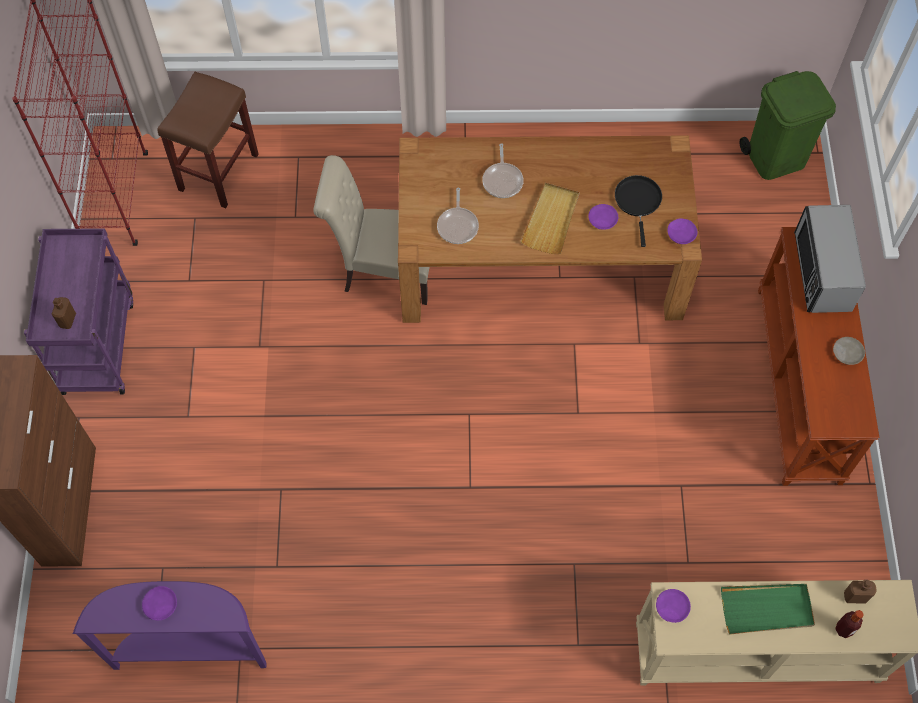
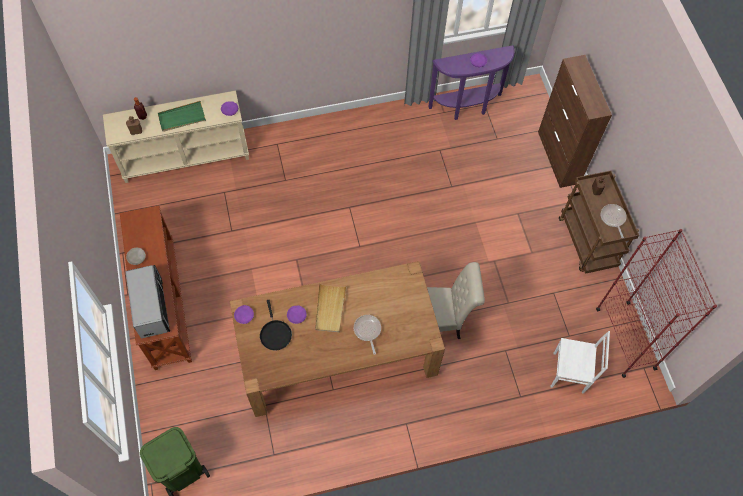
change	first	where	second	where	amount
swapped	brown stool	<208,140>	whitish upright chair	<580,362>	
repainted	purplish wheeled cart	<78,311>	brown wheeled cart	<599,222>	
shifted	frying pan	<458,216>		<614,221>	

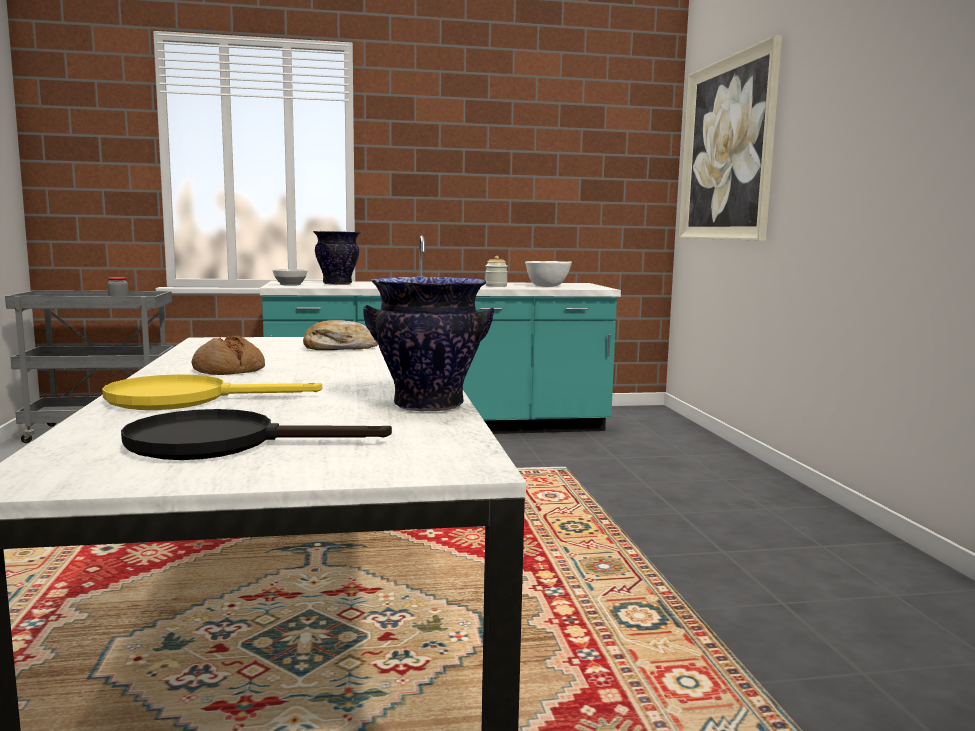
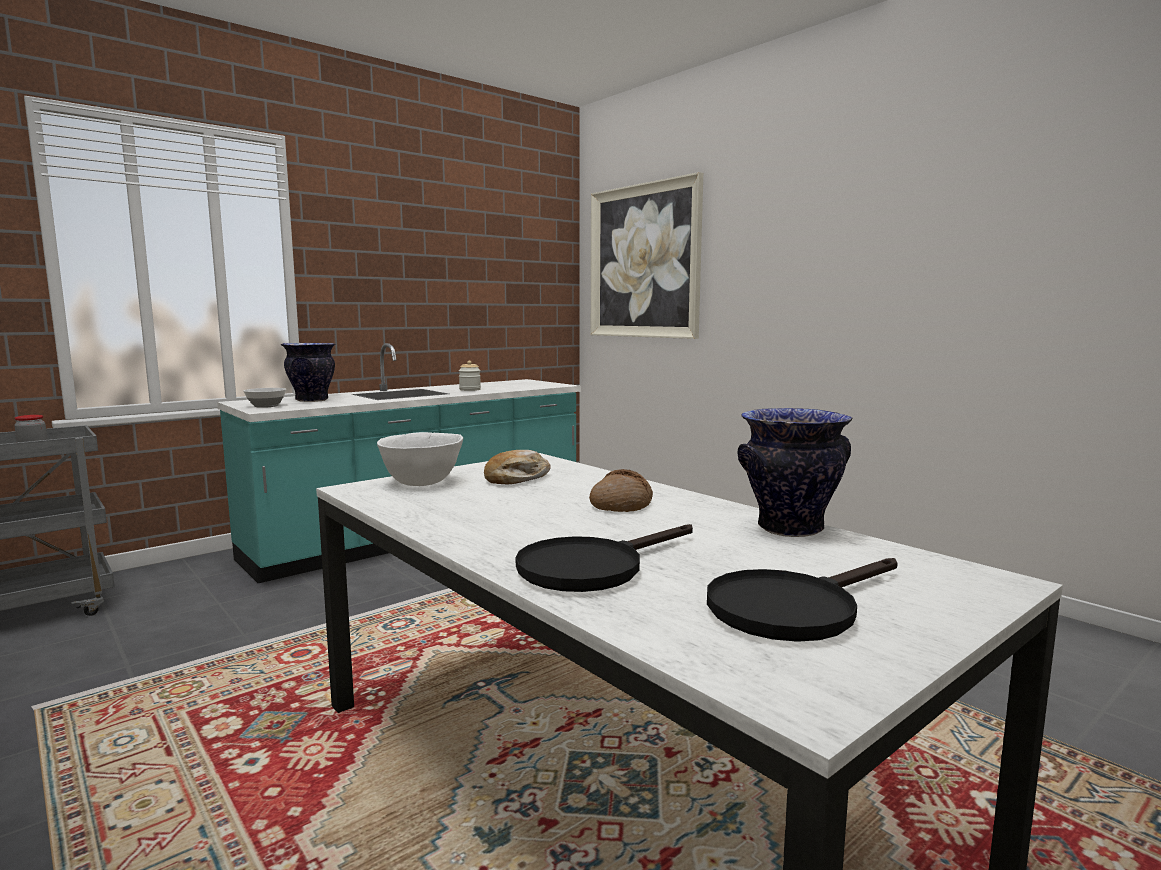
change	first	where	second	where	amount
shifted	whitish deep dish	<548,274>		<420,459>	
repainted	yellow-coloured frying pan	<212,392>	black frying pan	<604,558>	
shifted	bakery bread	<228,355>		<621,490>	

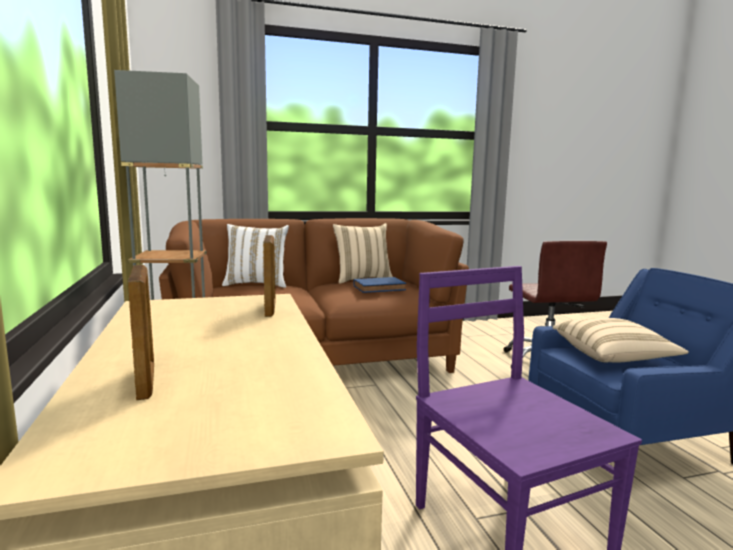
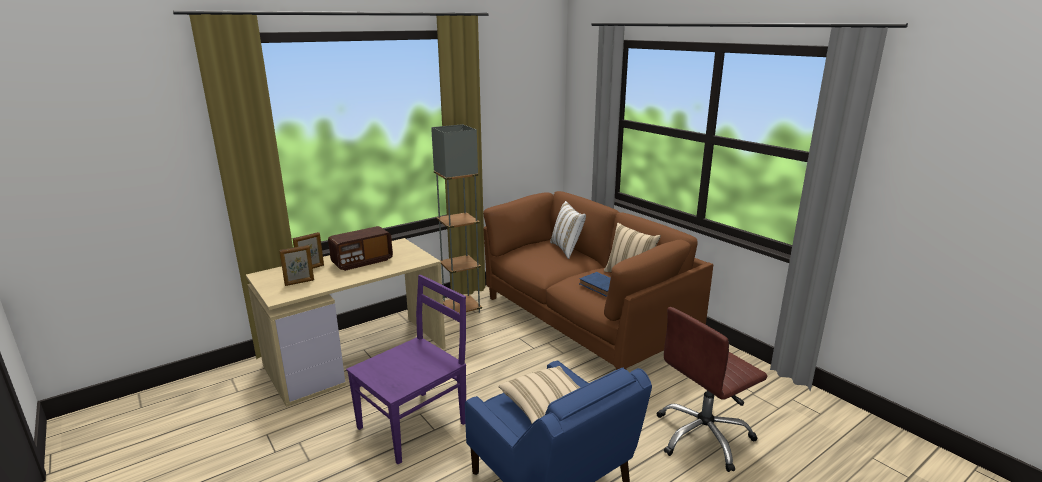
change	first	where	second	where	amount
shifted	photo frame	<269,276>		<296,265>	
new			radio	<360,248>	

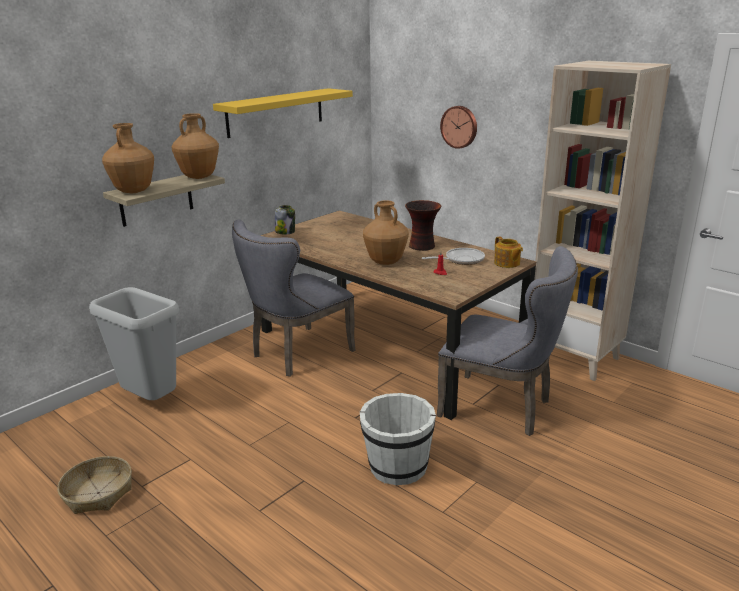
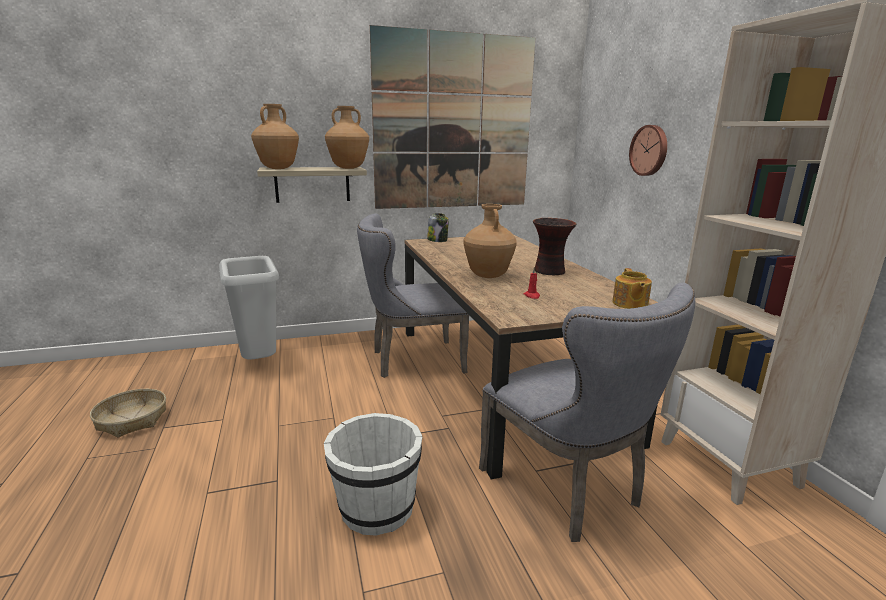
change	first	where	second	where	amount
swapped	yellow-coloured shelf	<283,113>	picture	<452,117>	
gone	frying pan	<453,256>			

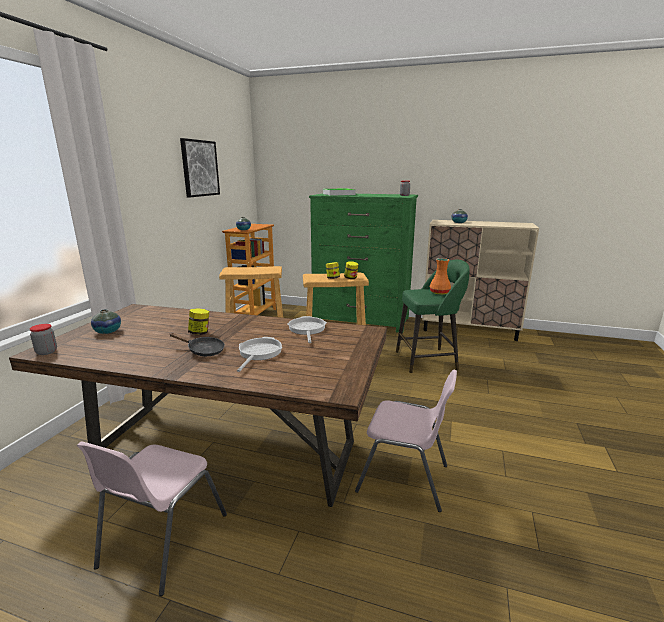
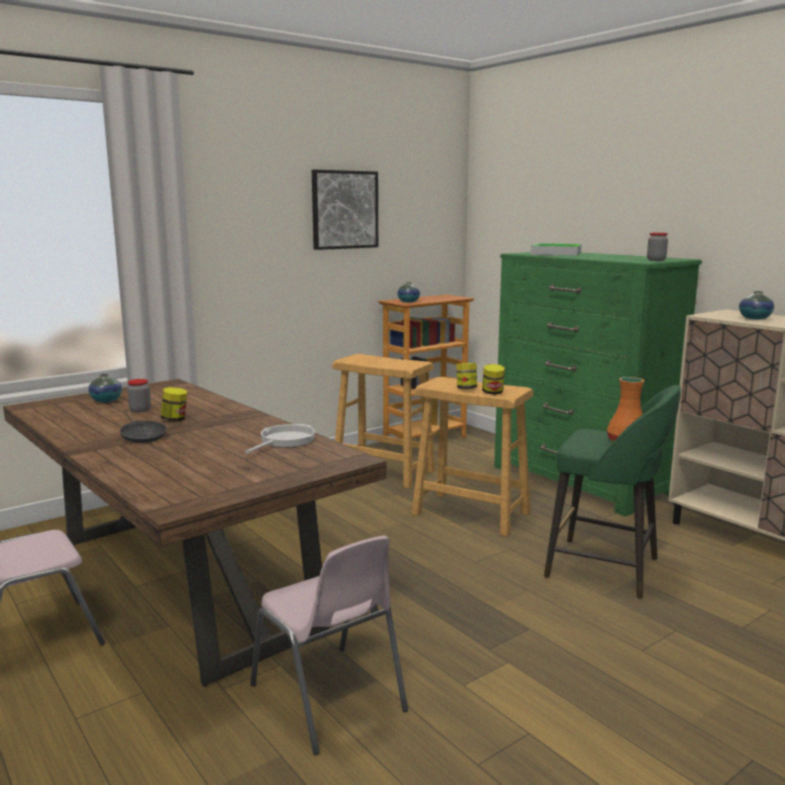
change	first	where	second	where	amount
shifted	storage jar	<43,339>		<139,396>	
gone	frying pan	<259,354>			

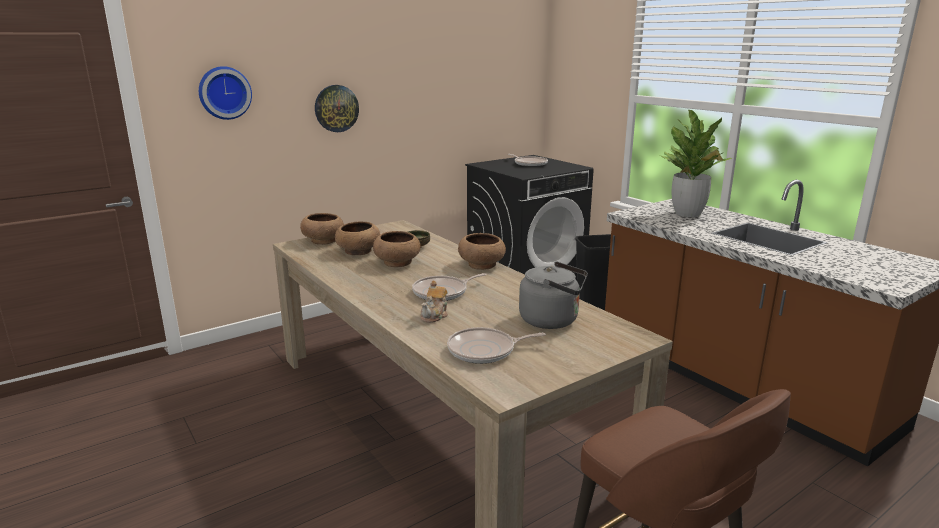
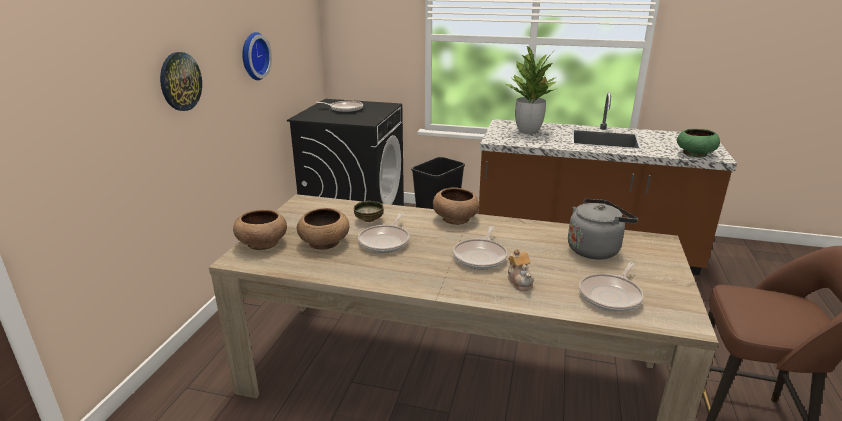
change	first	where	second	where	amount
shifted	wall clock	<225,93>		<257,56>	
swapped	brown deep dish	<397,249>	frying pan	<384,233>	
new			greenish deep dish	<698,143>	

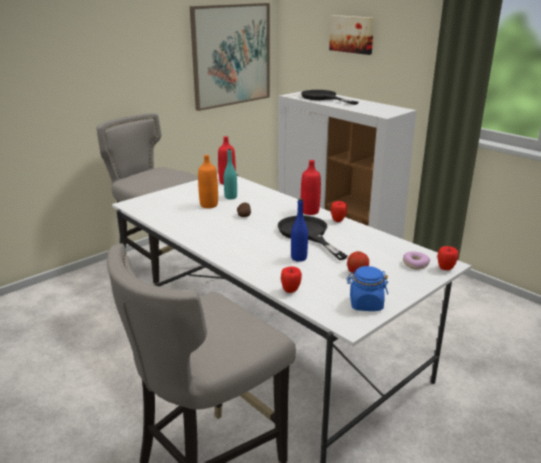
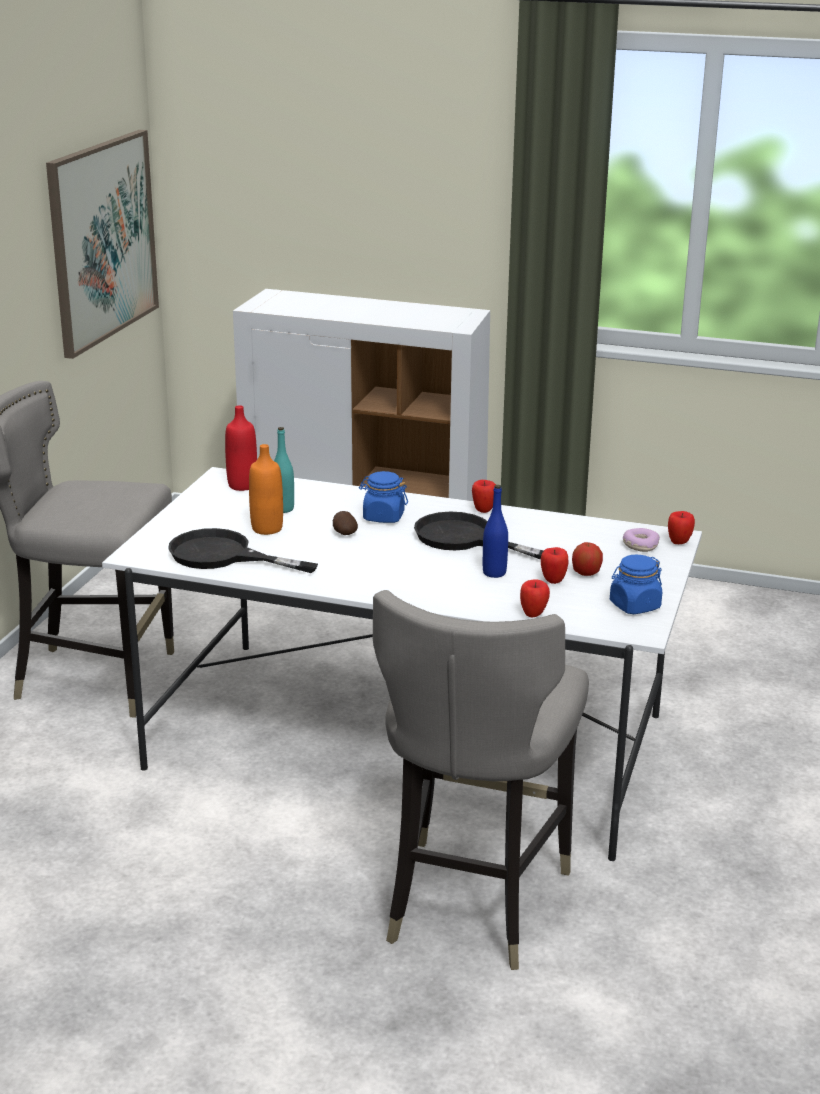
change	first	where	second	where	amount
shifted	black frying pan	<329,97>		<243,550>	
new			blue-coloured storage jar	<383,497>	
new			apple fruit	<554,565>	
gone	red beverage bottle	<311,187>			
gone	picture	<352,35>			

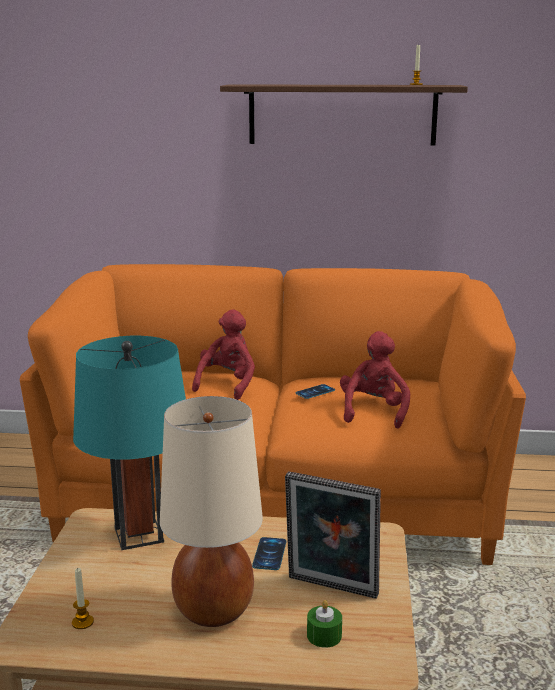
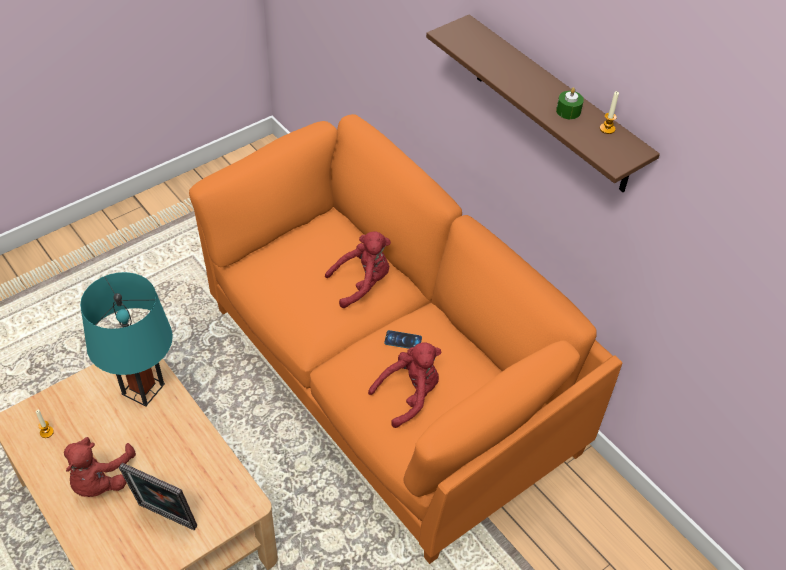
change	first	where	second	where	amount
swapped	beige lamp for a table	<211,511>	red soft toy	<100,467>	
rotated	photo frame	<333,535>		<158,496>	45 degrees counterclockwise
shifted	greenish wax light	<324,624>		<570,103>	
gone	phone	<269,553>			

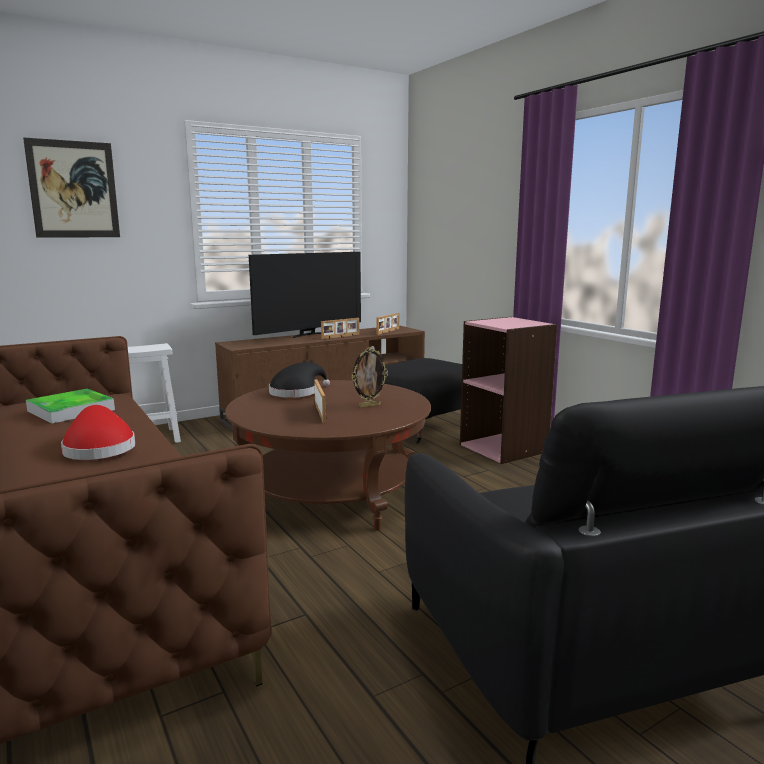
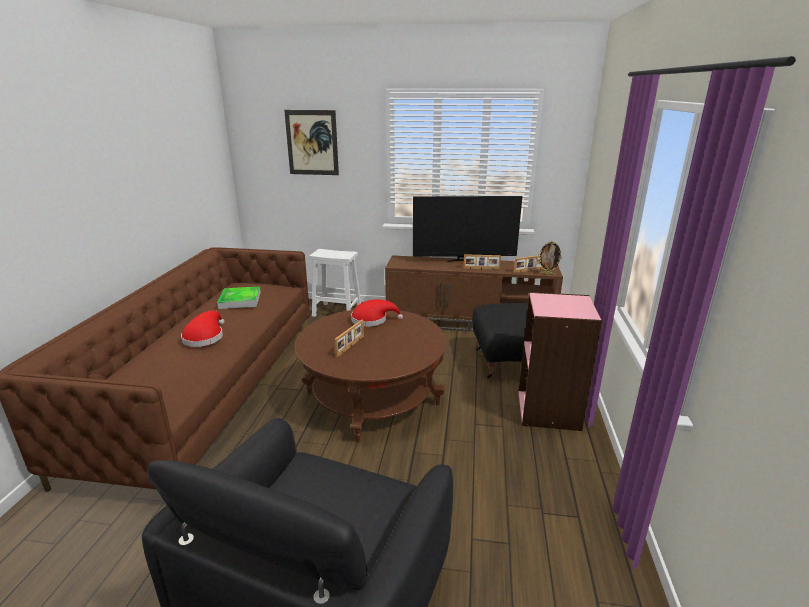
change	first	where	second	where	amount
repainted	black wearable hat	<299,380>	red wearable hat	<377,313>	
shifted	photo frame	<369,377>		<550,258>	

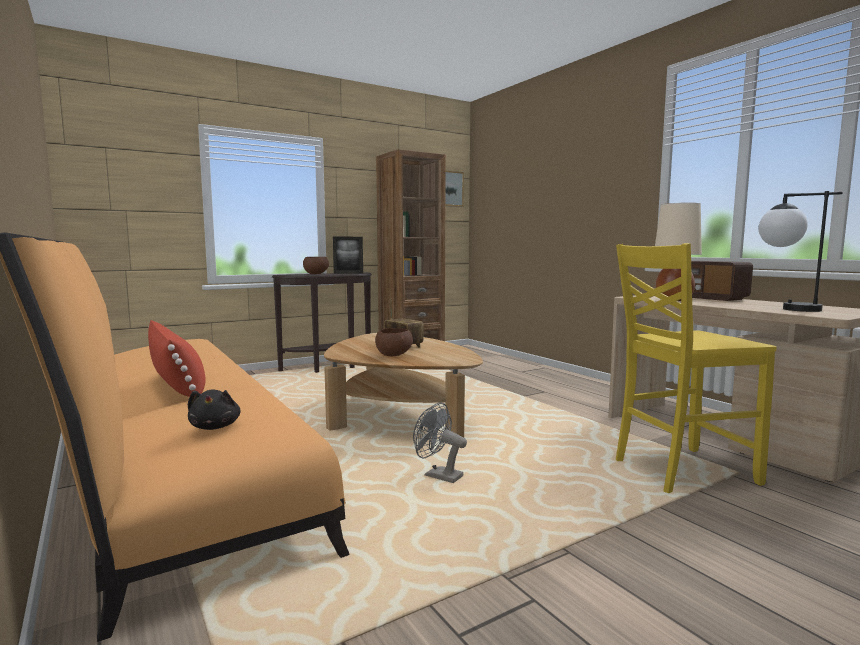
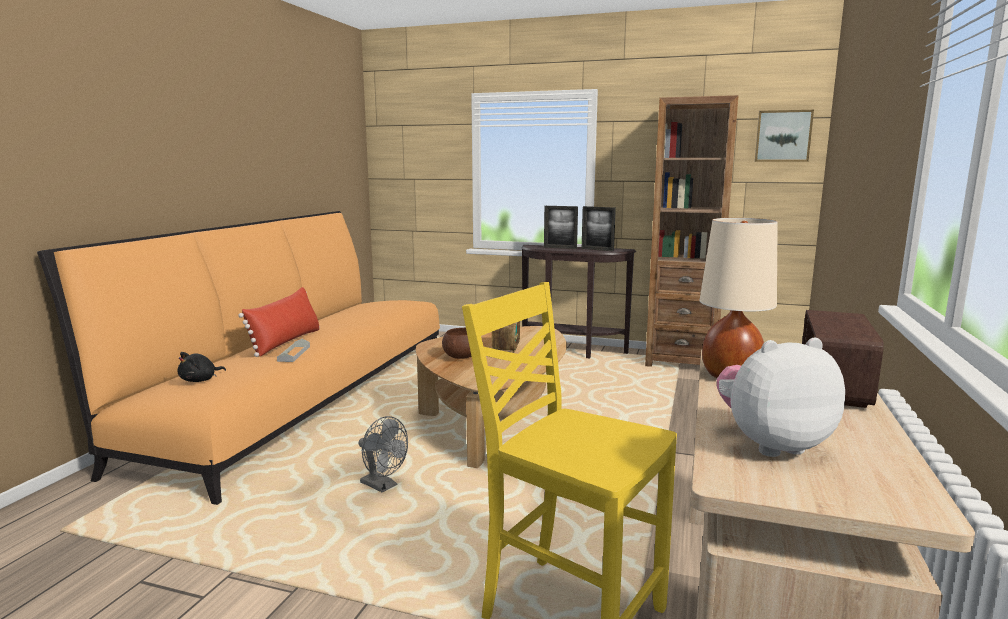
change	first	where	second	where	amount
new			grey carrying tray	<293,350>	
rotated	grey electric fan	<440,442>		<383,454>	135 degrees clockwise
swapped	brown deep dish	<316,265>	photo frame	<561,227>	
swapped	lamp for a table	<800,251>	soft toy	<781,397>	

